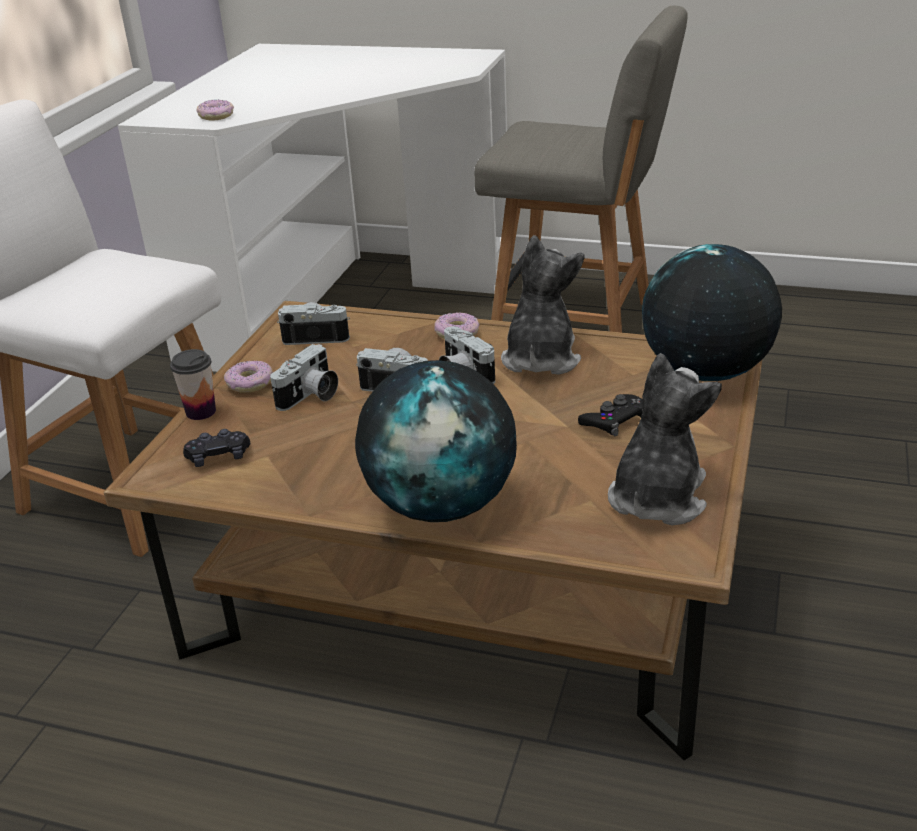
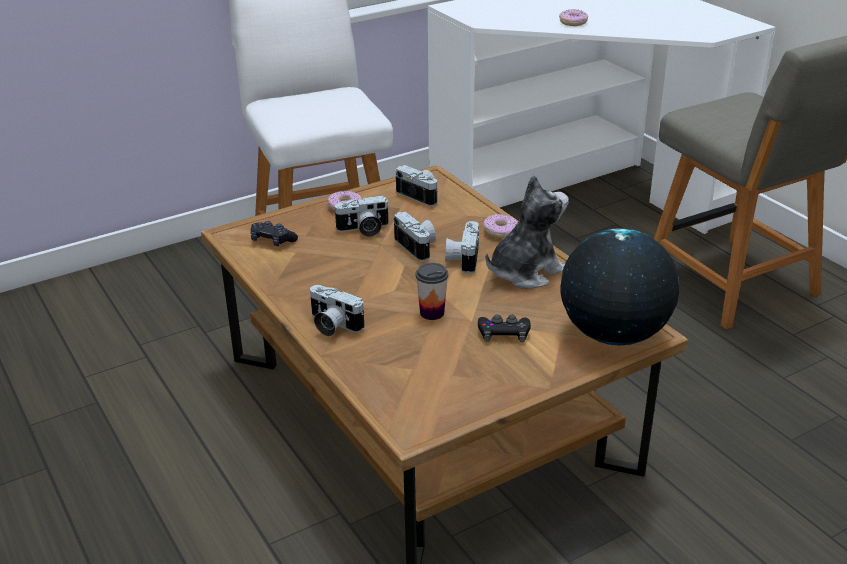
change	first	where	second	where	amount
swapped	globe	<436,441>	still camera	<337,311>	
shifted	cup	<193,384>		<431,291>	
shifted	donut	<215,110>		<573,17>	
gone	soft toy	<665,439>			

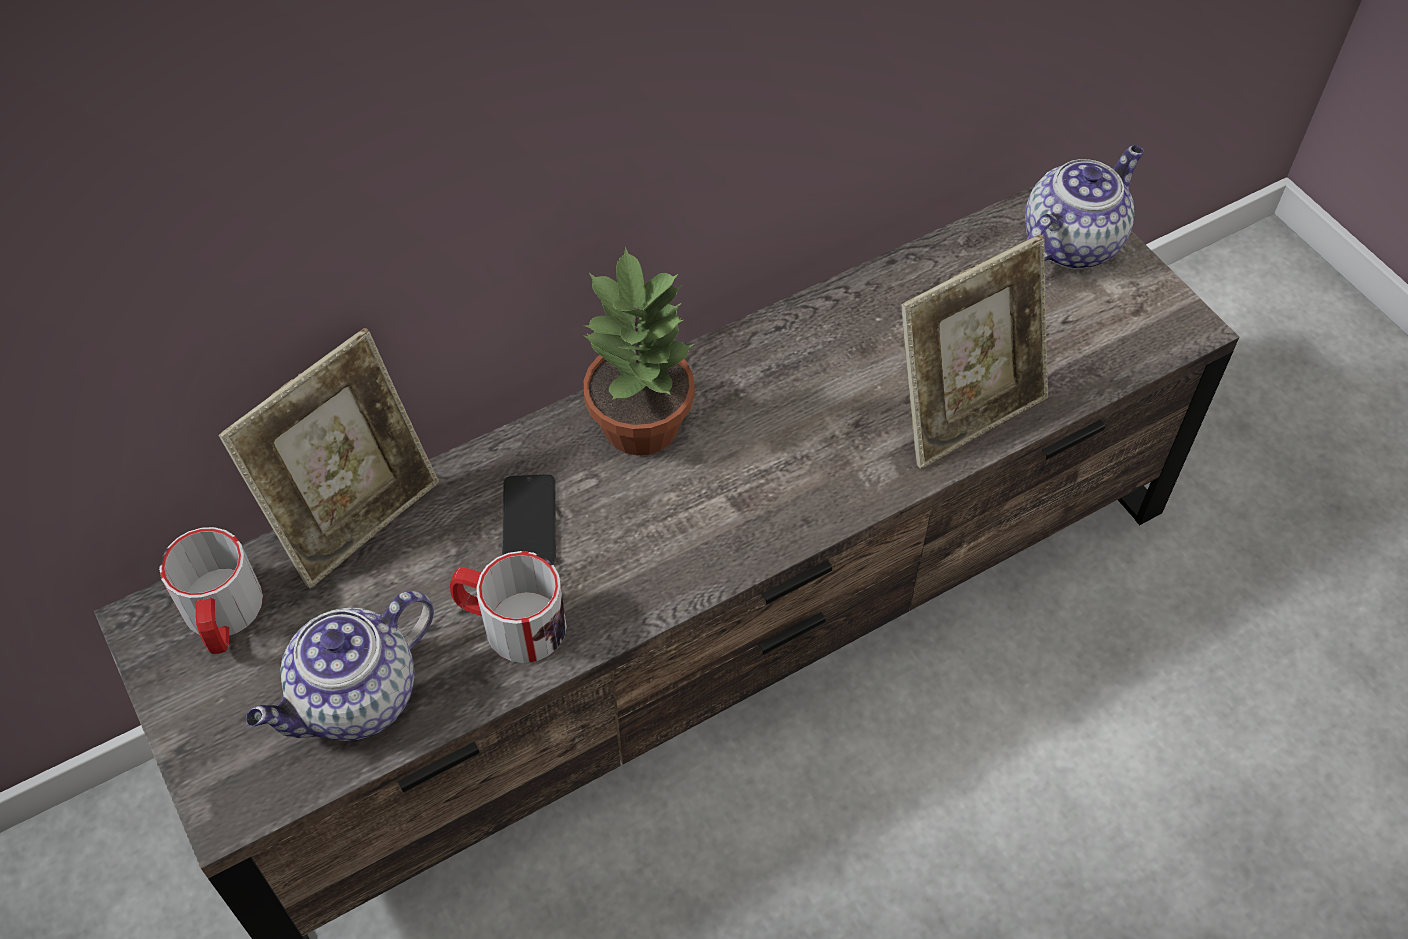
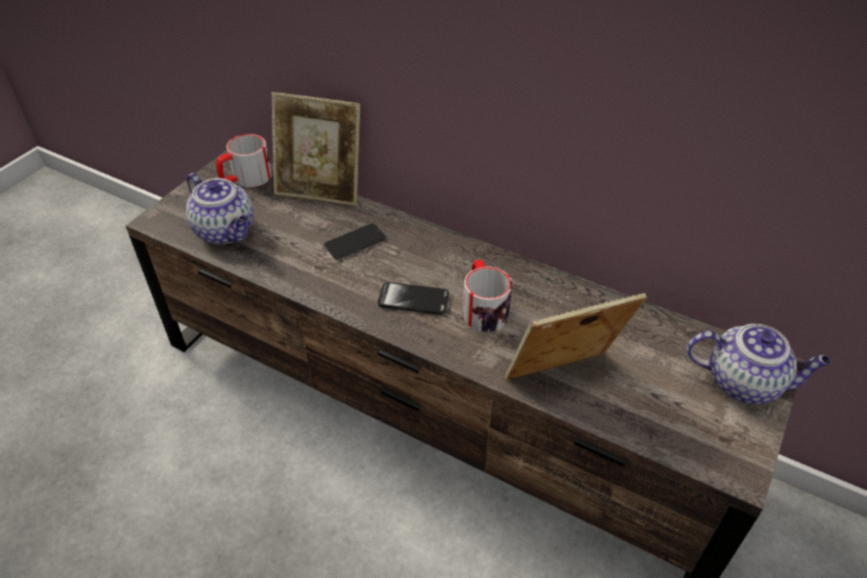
change	first	where	second	where	amount
rotated	pot for tea	<340,666>		<219,208>	150 degrees counterclockwise
new			phone	<413,298>	
shifted	mug	<508,607>		<487,296>	
rotated	photo frame	<974,351>		<575,336>	135 degrees clockwise
gone	houseplant	<638,350>			

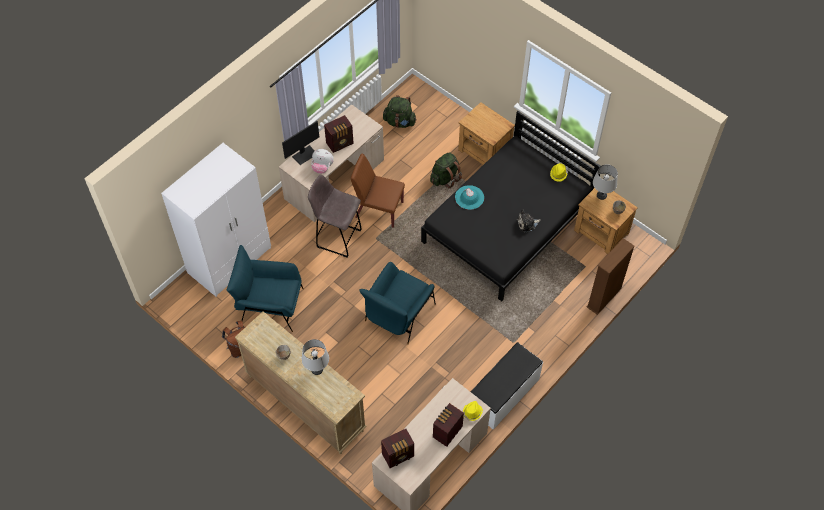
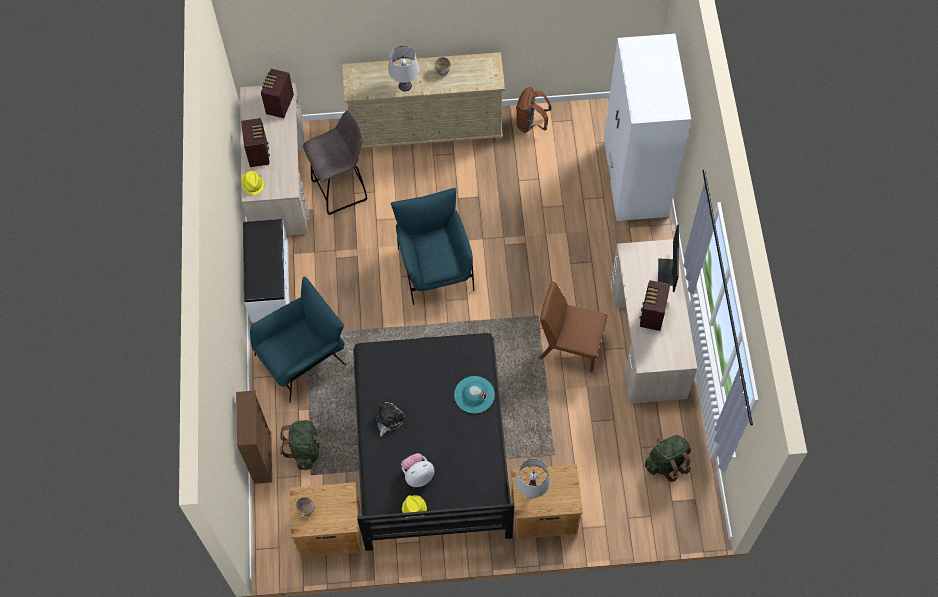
change	first	where	second	where	amount
shifted	blue-coloured easy chair	<265,288>		<298,340>	
shifted	greenish backpack	<446,170>		<301,445>	
shifted	grey stool	<335,216>		<335,162>	
shifted	soft toy	<322,161>		<417,470>	
shifted	grey lamp for a table	<605,182>		<532,478>	
rotated	brown upright chair	<378,190>		<573,327>	135 degrees counterclockwise

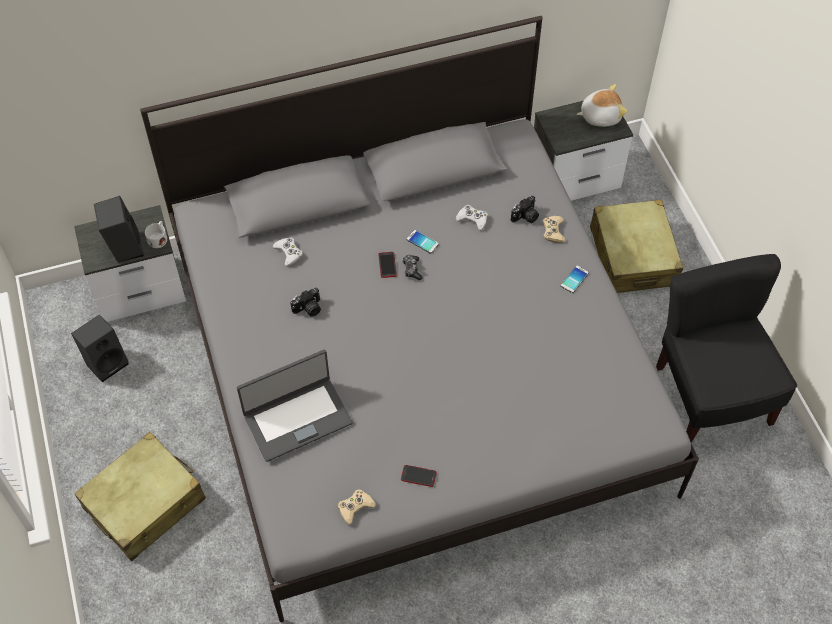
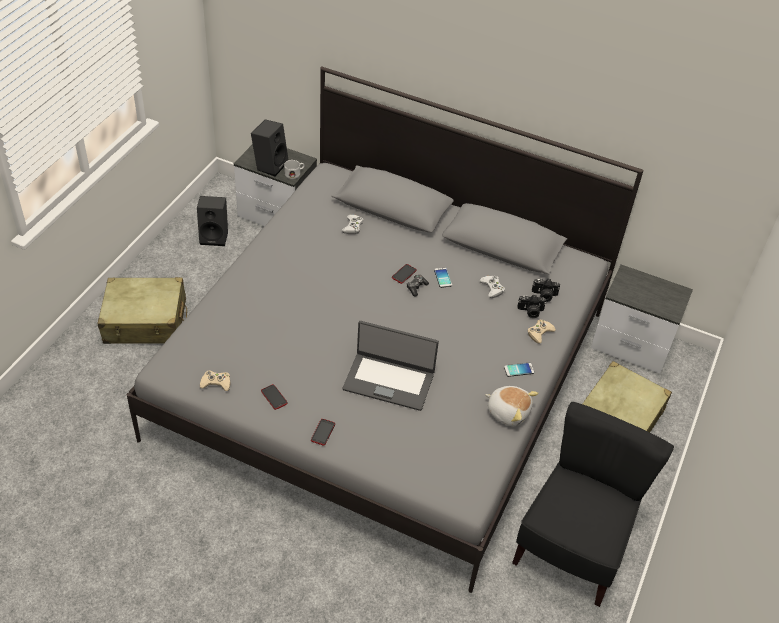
change	first	where	second	where	amount
new			phone	<323,432>	
shifted	laptop	<295,406>		<391,366>	
shifted	soft toy	<602,105>		<511,406>	
shifted	still camera	<305,302>		<546,290>	

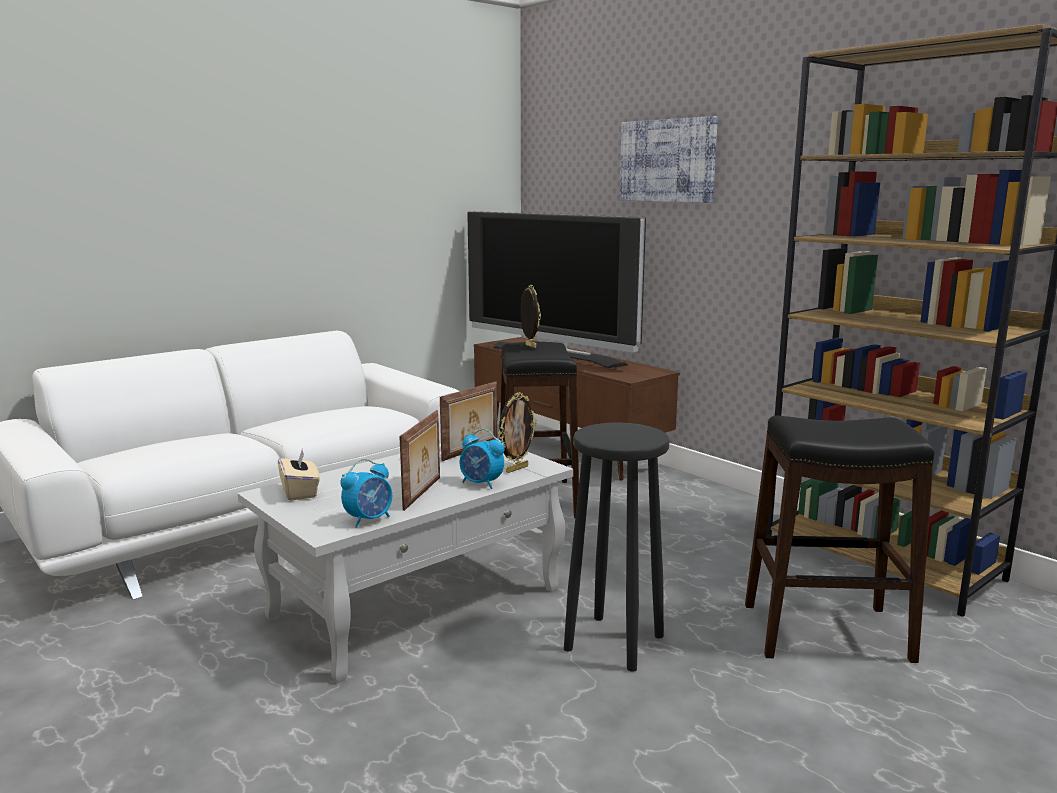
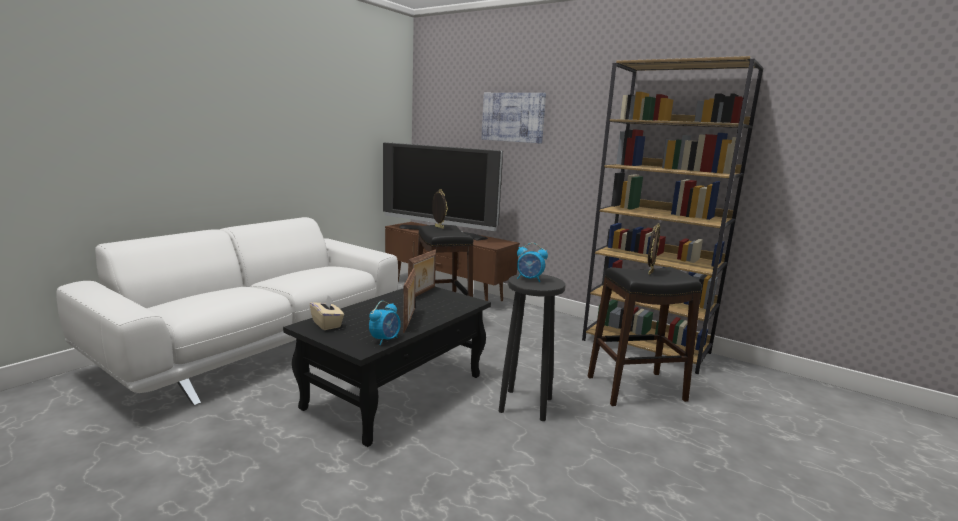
change	first	where	second	where	amount
repainted	whitish lounge table	<405,563>	black lounge table	<387,367>	
shifted	table clock	<482,459>		<532,262>	
shifted	photo frame	<517,432>		<654,249>	

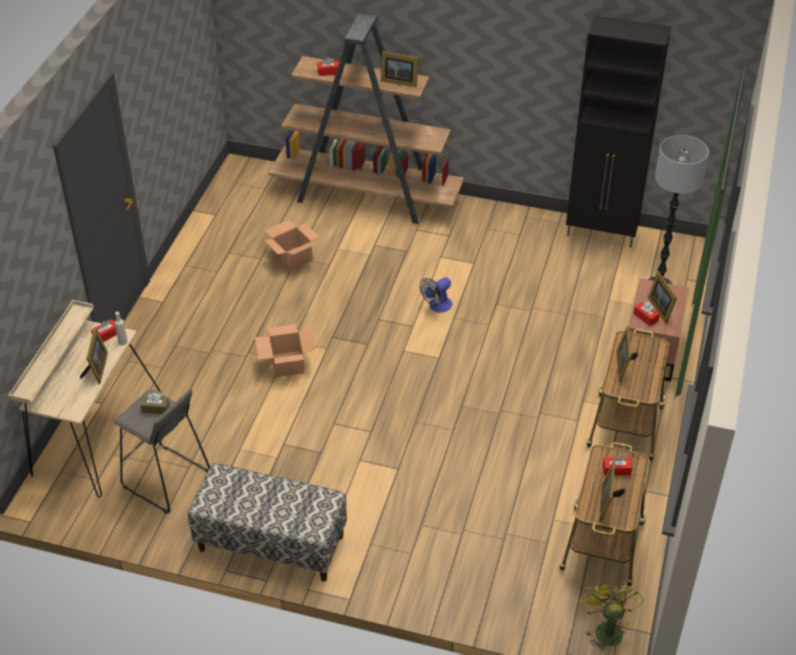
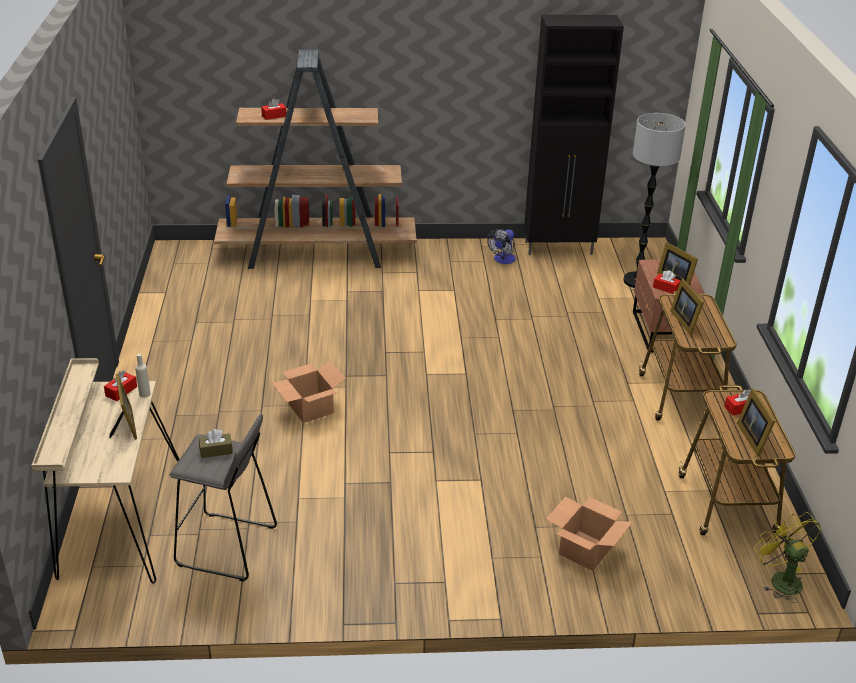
change	first	where	second	where	amount
shifted	electric fan	<436,294>		<501,246>	
shifted	packing box	<291,246>		<589,534>	
gone	bench	<267,522>			
gone	photo frame	<400,69>			

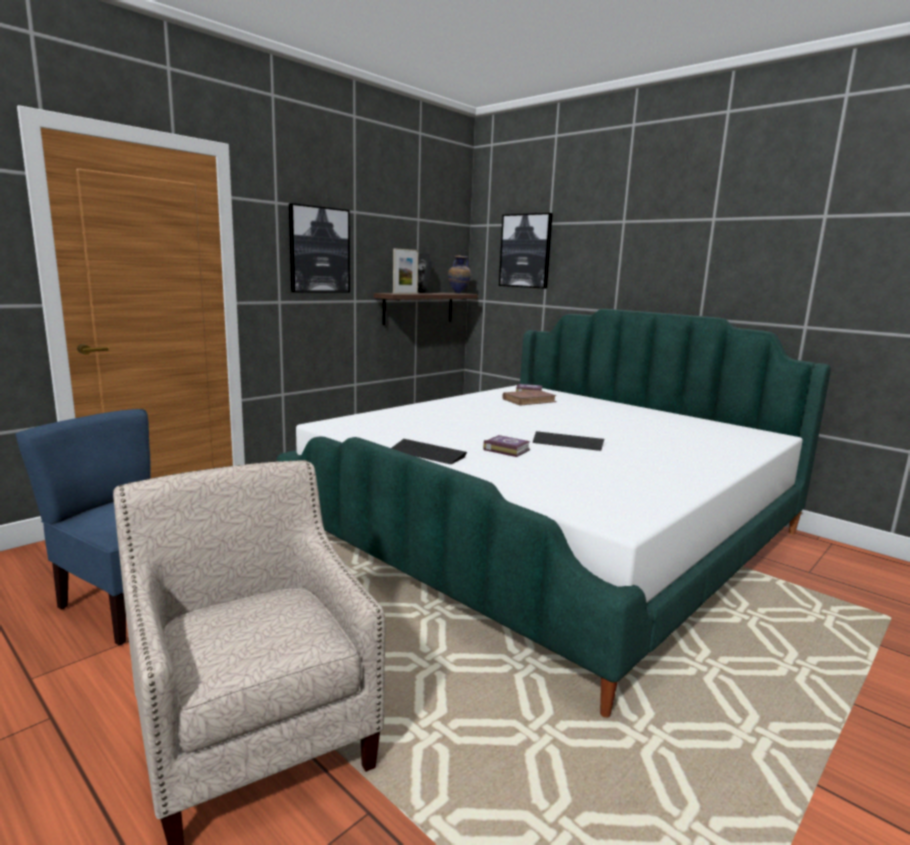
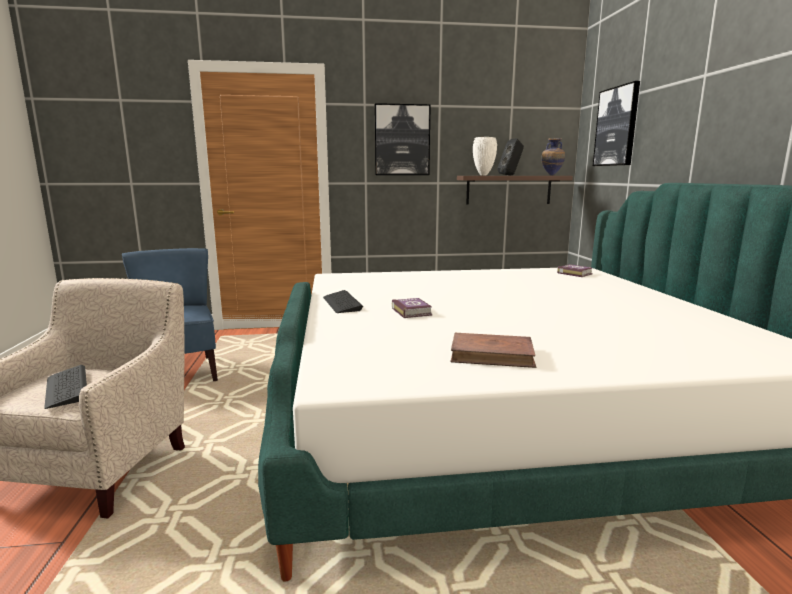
change	first	where	second	where	amount
shifted	computer keyboard	<568,441>		<65,387>	
shifted	brown bound book	<529,398>		<493,350>	
swapped	photo frame	<406,271>	whitish vase	<485,156>	

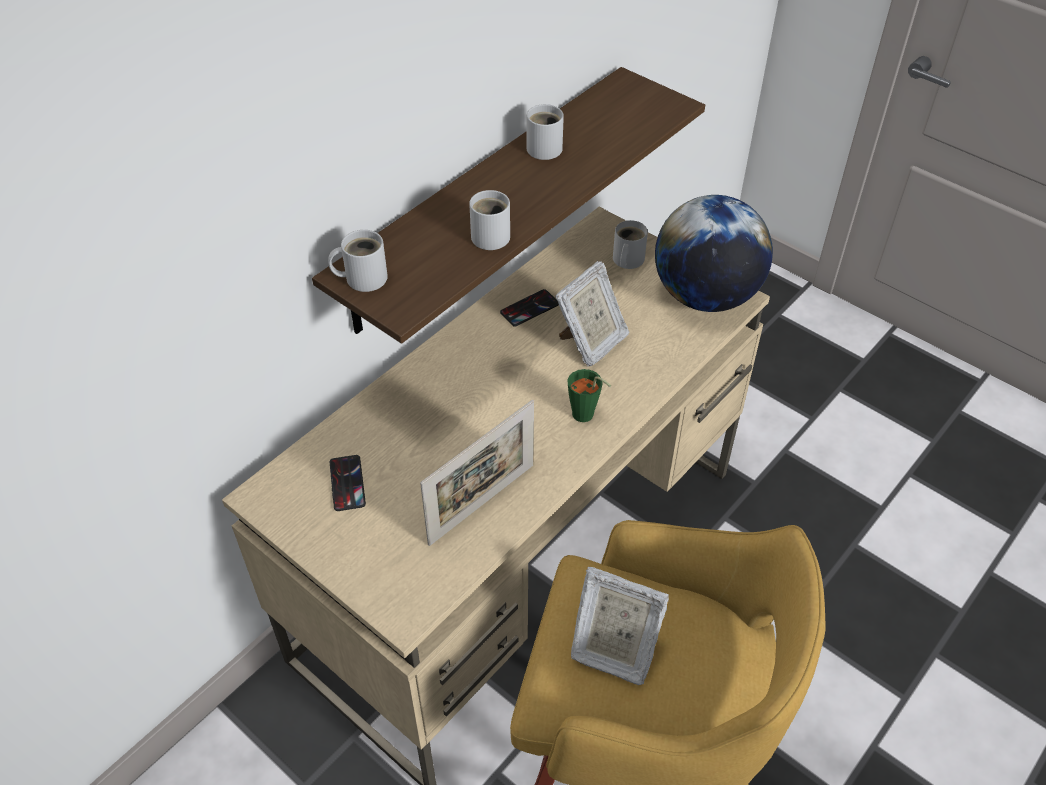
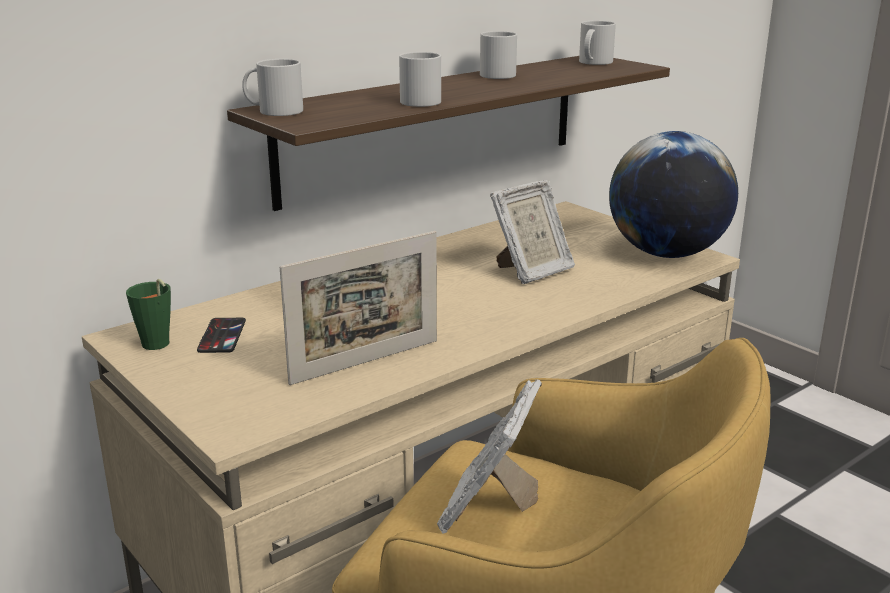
change	first	where	second	where	amount
shifted	greenish cup	<589,395>		<148,314>	
rotated	photo frame	<620,626>		<489,456>	75 degrees clockwise
shifted	whitish mug	<630,244>		<597,43>	
gone	phone	<529,308>			

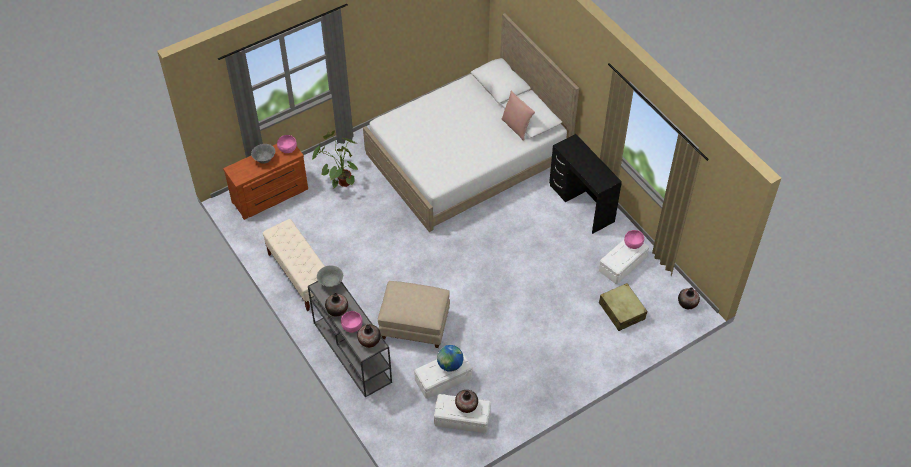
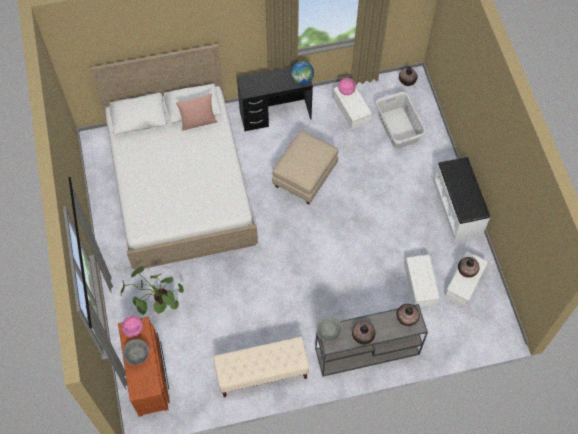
change	first	where	second	where	amount
shifted	beige ottoman	<414,314>		<305,167>	
shifted	globe	<450,358>		<302,73>	
swapped	beige travel case	<623,307>	grey washing basket	<401,120>	
new			whitish bench	<461,198>	
gone	pink-coloured deep dish	<352,322>			

